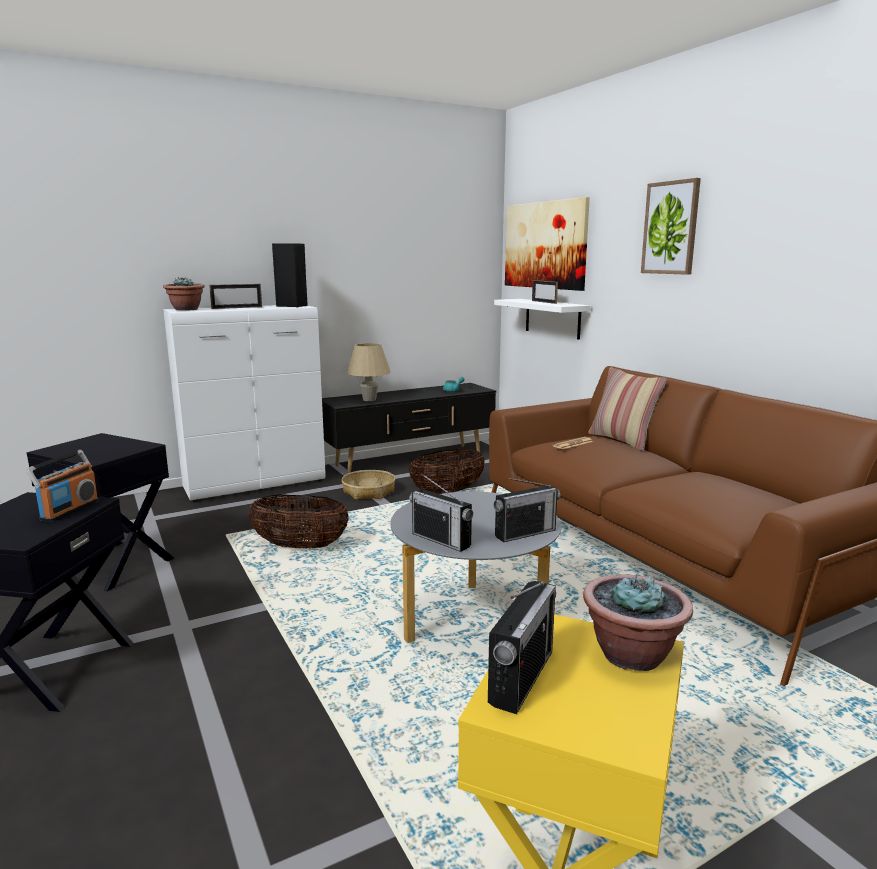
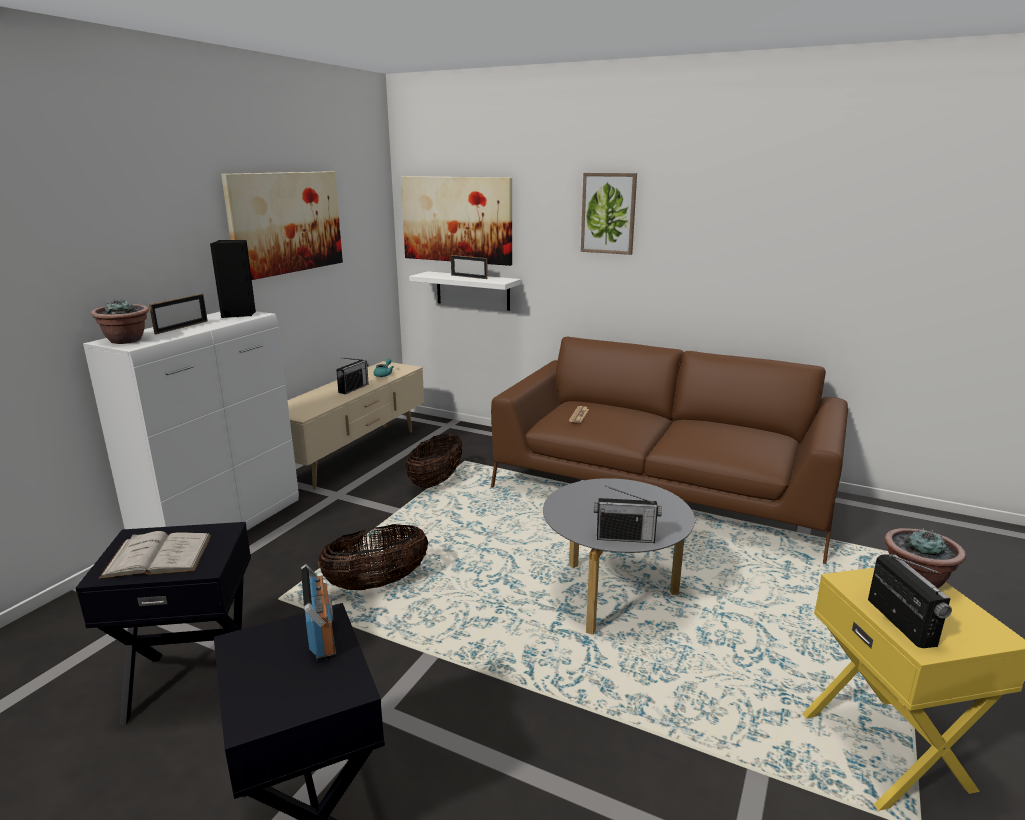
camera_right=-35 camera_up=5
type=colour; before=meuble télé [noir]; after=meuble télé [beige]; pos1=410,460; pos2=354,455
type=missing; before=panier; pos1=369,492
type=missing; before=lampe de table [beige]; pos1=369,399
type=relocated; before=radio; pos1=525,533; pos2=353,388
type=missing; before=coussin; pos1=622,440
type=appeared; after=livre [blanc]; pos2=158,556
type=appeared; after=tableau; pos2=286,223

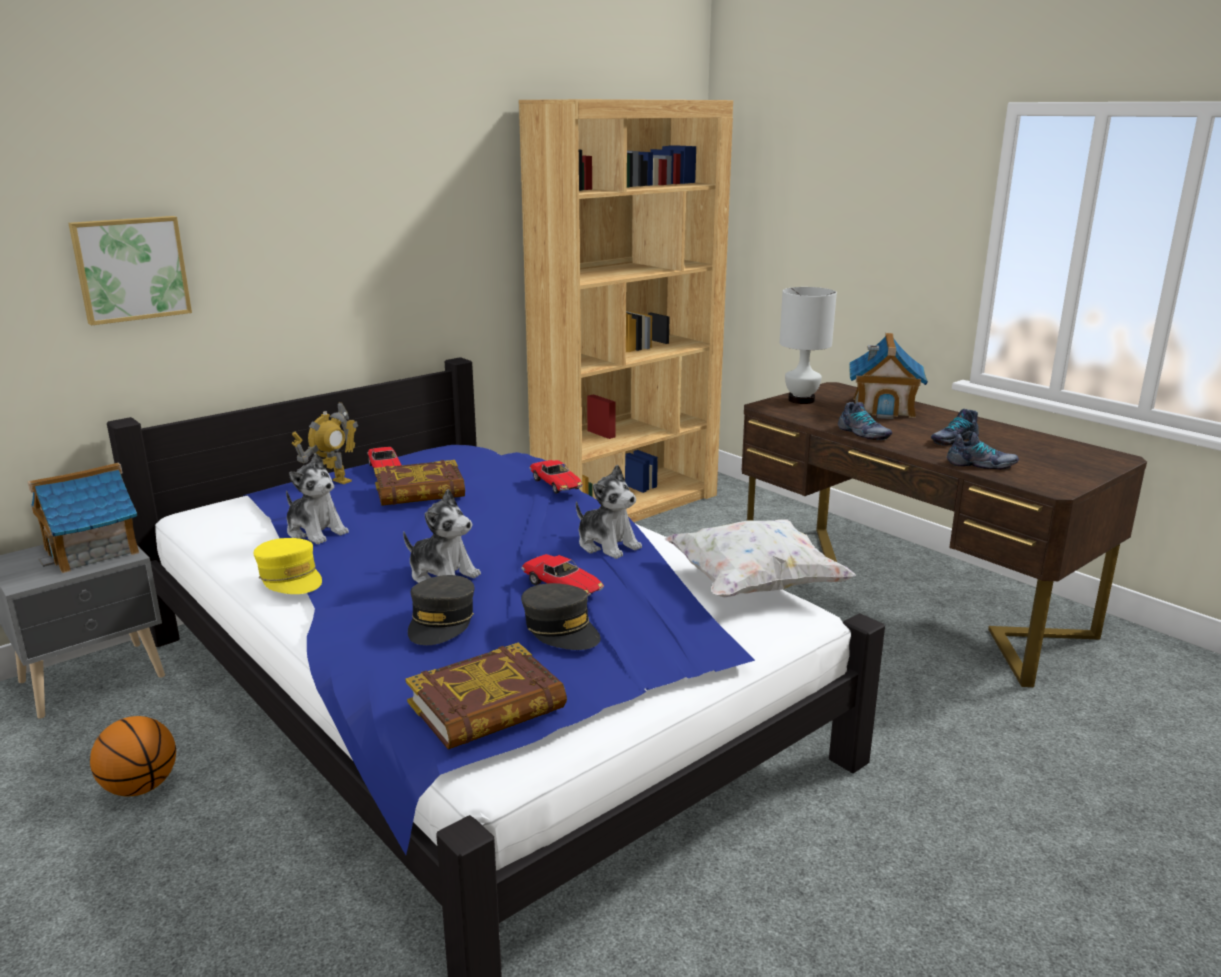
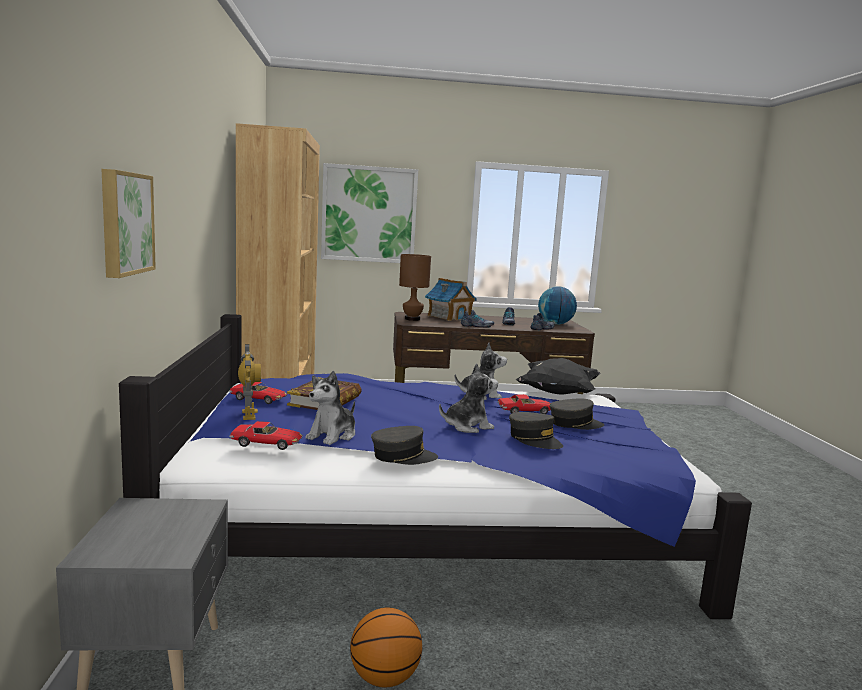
camera_right=-55 camera_up=-10
type=missing; before=maison miniature; pos1=92,551
type=colour; before=casquette [jaune]; after=casquette [gris]; pos1=290,578; pos2=403,456
type=spun; before=peluche; pos1=316,531; pos2=332,435; turn=135
type=missing; before=livre; pos1=487,706
type=relocated; before=petite voiture; pos1=556,484; pos2=267,444
type=colour; before=coussin [blanc]; after=coussin [noir]; pos1=753,586; pos2=557,394
type=colour; before=lampe de table [blanc]; after=lampe de table [marron]; pos1=801,400; pos2=412,319
type=appeared; after=tableau; pos2=369,214
type=appeared; after=globe; pos2=555,324

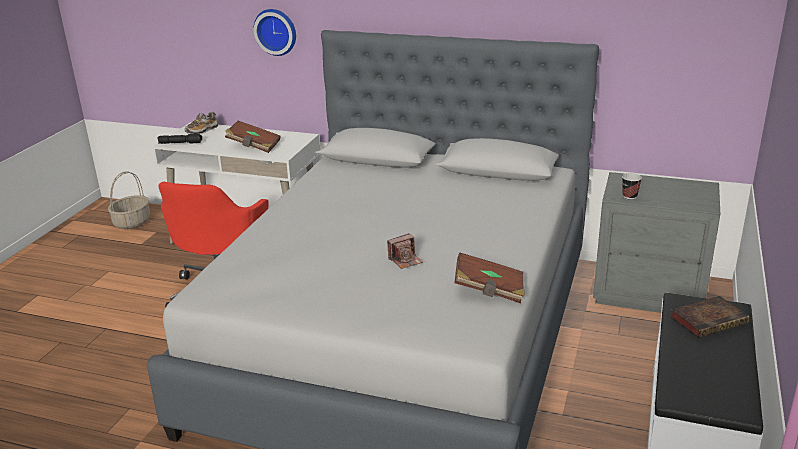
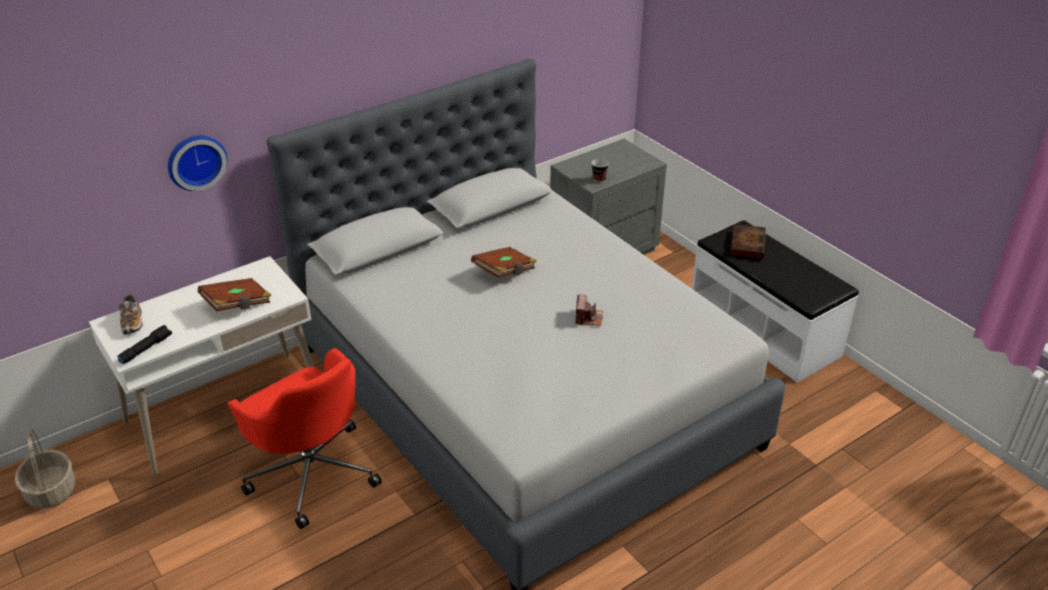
camera_right=-55 camera_up=10
type=relocated; before=livre [marron]; pos1=489,291; pos2=505,272

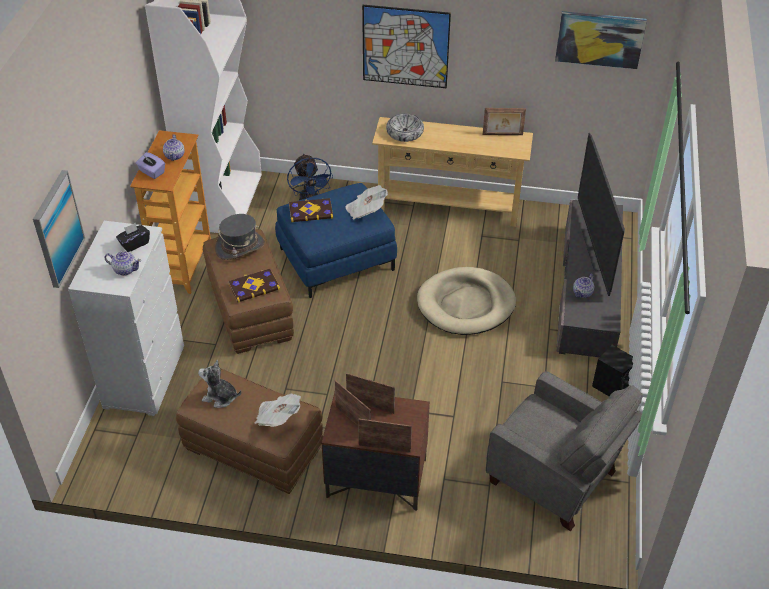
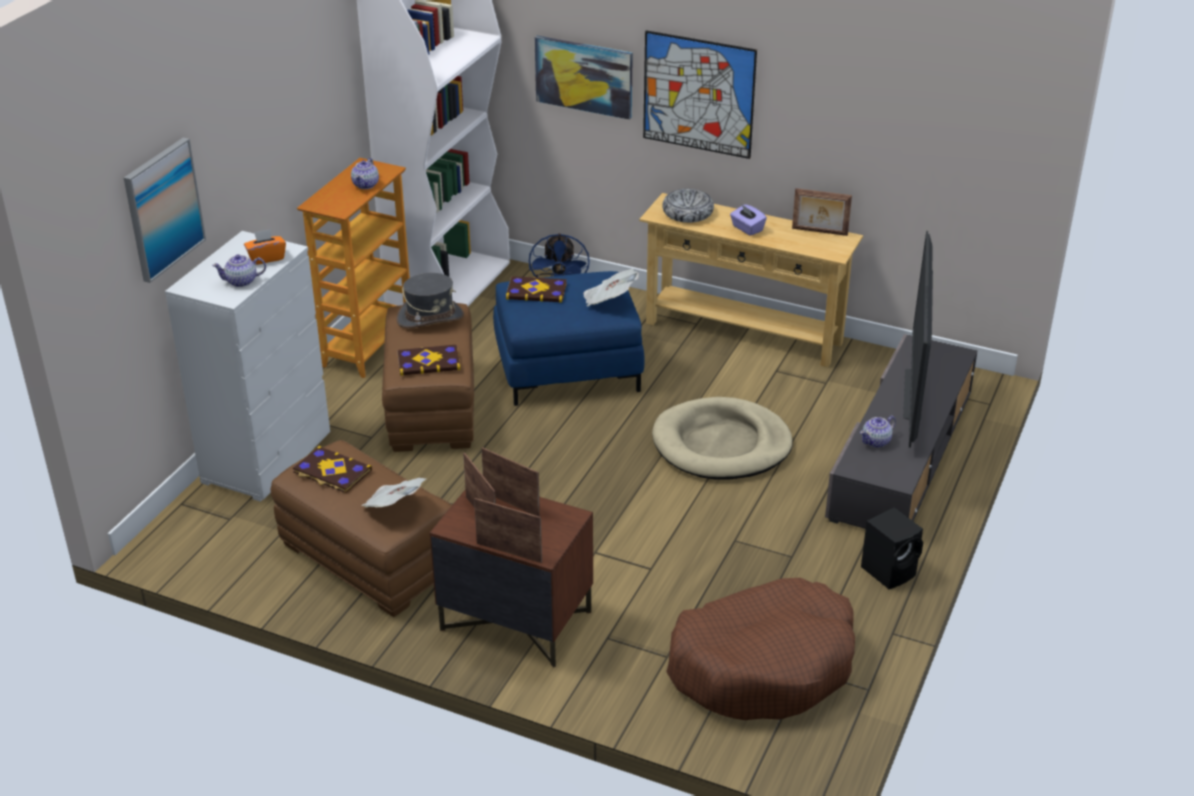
camera_right=15 camera_up=-10
type=spun; before=théière; pos1=125,269; pos2=242,281; turn=135
type=colour; before=boîte à mouchoirs [noir]; after=boîte à mouchoirs [orange]; pos1=134,244; pos2=266,258
type=relocated; before=boîte à mouchoirs [violet]; pos1=151,172; pos2=747,229
type=exchanged; before=peluche; after=livre; pos1=220,397; pos2=332,472
type=exchanged; before=fauteuil [gris]; after=panier pour chien [marron]; pos1=555,478; pos2=763,665
type=relocated; before=tableau; pos1=600,39; pos2=584,76

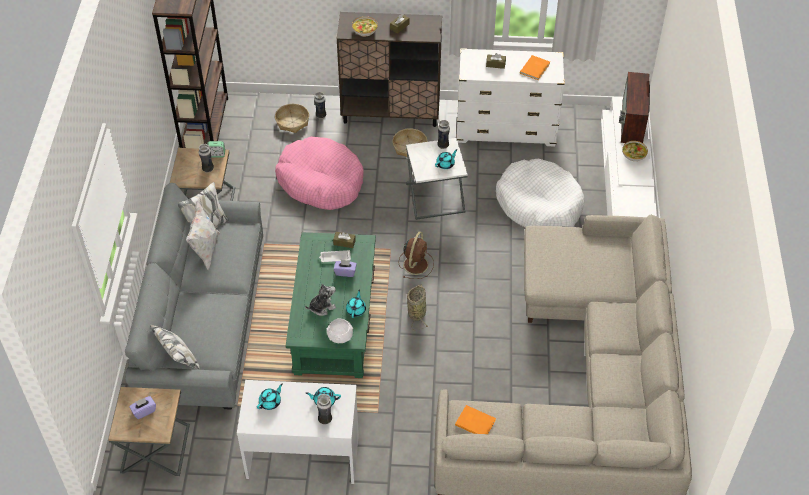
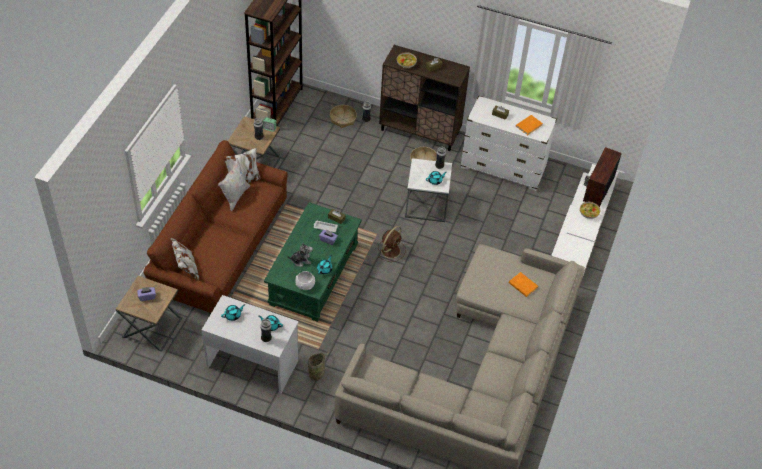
camera_right=15 camera_up=0
type=colour; before=canapé [gris]; after=canapé [marron]; pos1=203,318; pos2=221,246
type=missing; before=panier pour chien [rose]; pos1=321,181
type=relocated; before=panier; pos1=417,312; pos2=317,373
type=relocated; before=livre [orange]; pos1=475,421; pos2=523,284
type=missing; before=panier pour chien [blanc]; pos1=539,205

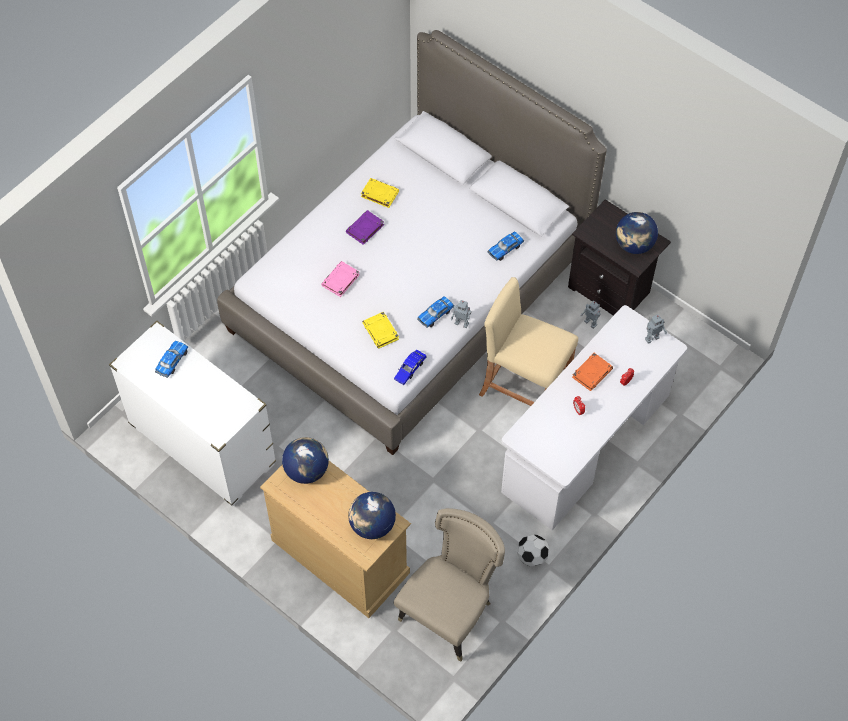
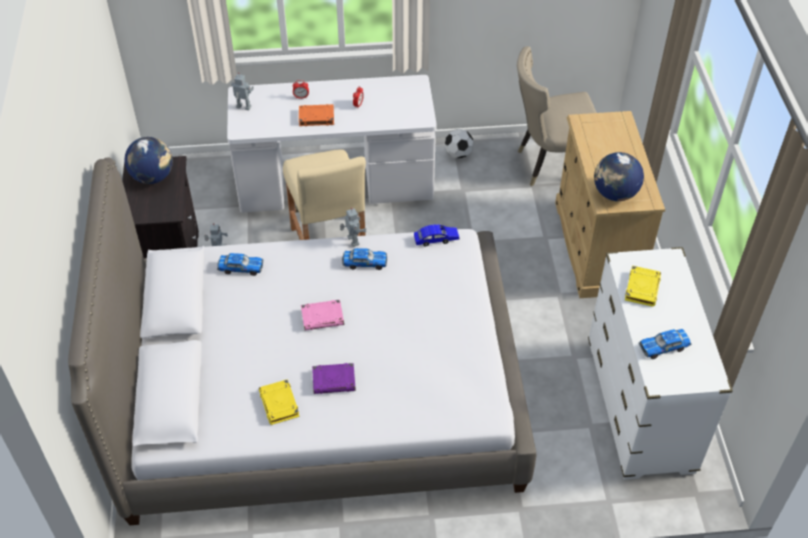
camera_right=-135 camera_up=-10
type=relocated; before=livre [rose]; pos1=340,281; pos2=323,317
type=missing; before=globe; pos1=372,525
type=relocated; before=livre [jaune]; pos1=381,332; pos2=642,288

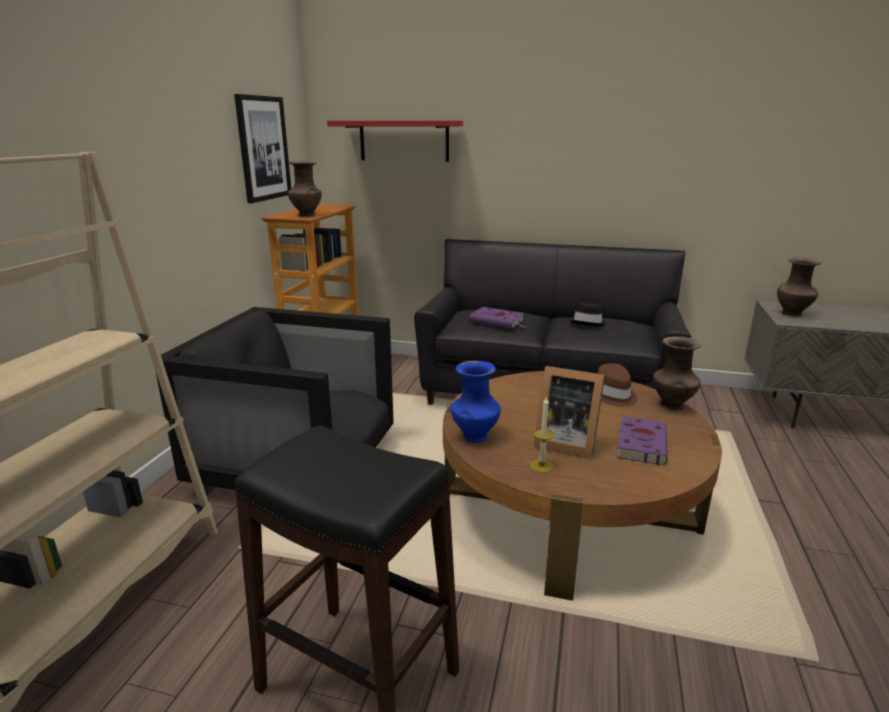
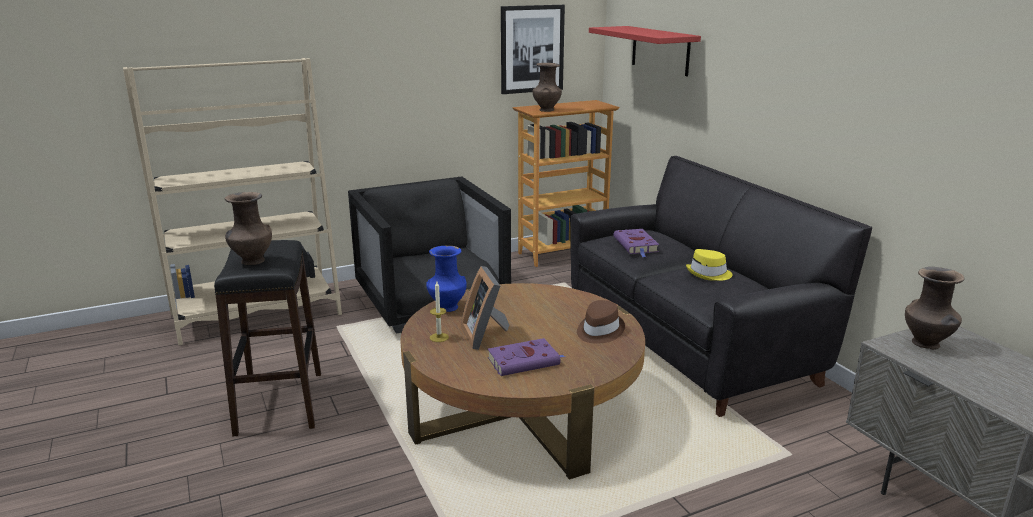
camera_right=50 camera_up=0
type=colour; before=chapeau [noir]; after=chapeau [jaune]; pos1=588,323; pos2=709,274
type=relocated; before=vase [marron]; pos1=672,406; pos2=251,261

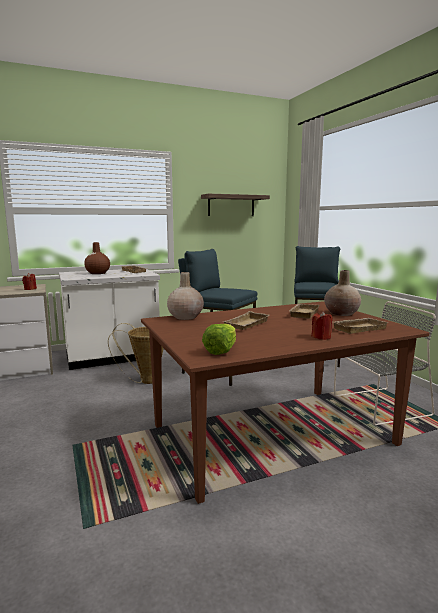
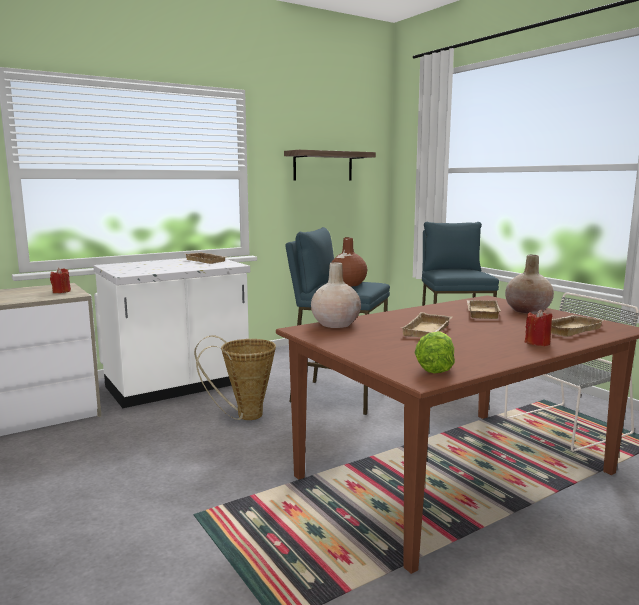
camera_right=-10 camera_up=0
type=relocated; before=vase [marron]; pos1=97,273; pos2=347,284

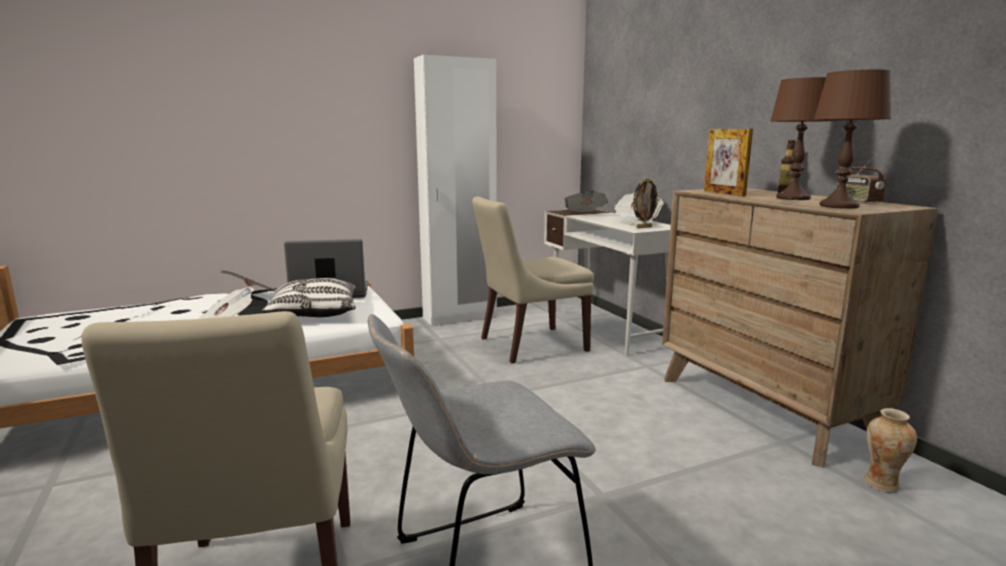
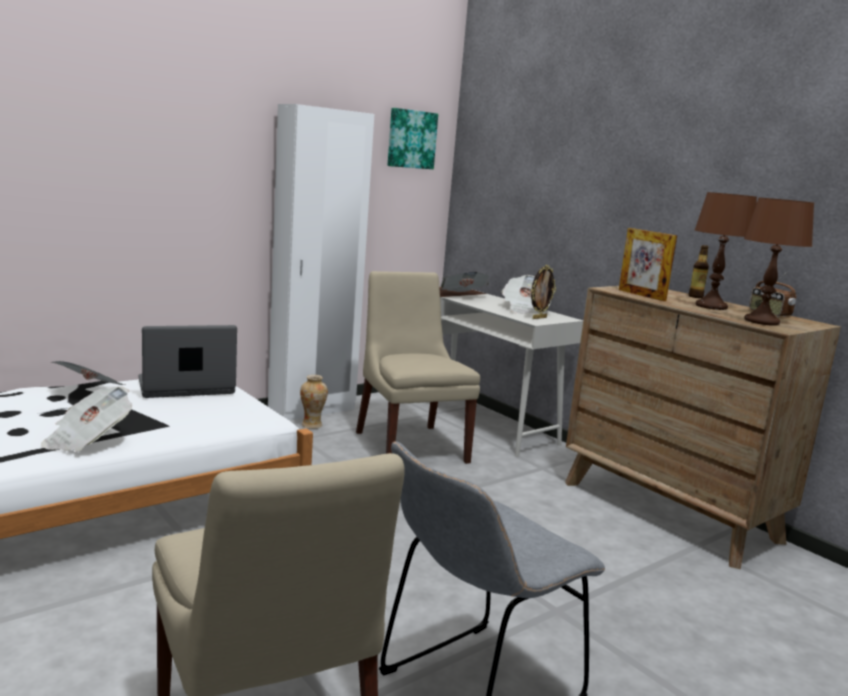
camera_right=-15 camera_up=0
type=missing; before=coussin; pos1=313,314
type=spun; before=chaise [beige]; pos1=530,345; pos2=409,445; turn=105
type=relocated; before=vase; pos1=882,484; pos2=312,425
type=appeared; after=tableau; pos2=411,139

